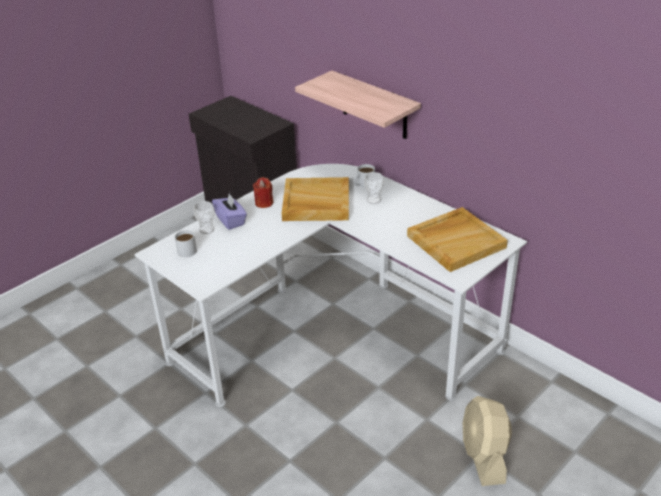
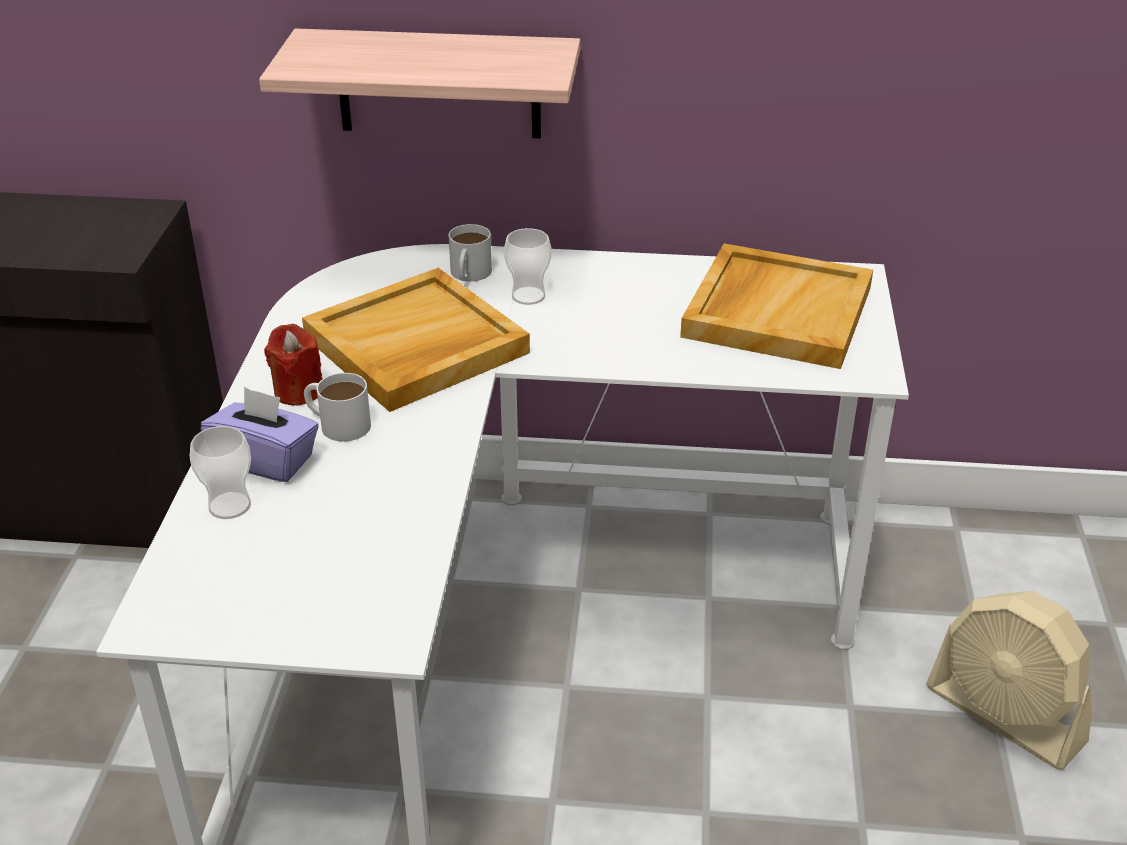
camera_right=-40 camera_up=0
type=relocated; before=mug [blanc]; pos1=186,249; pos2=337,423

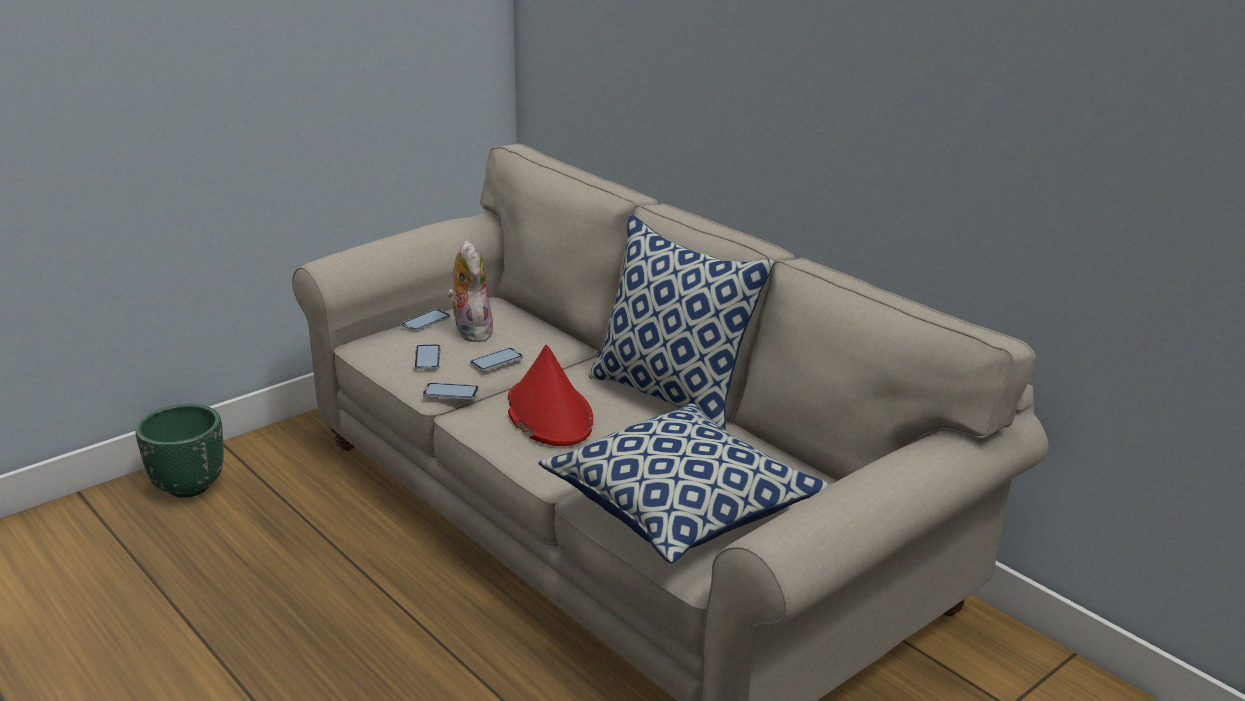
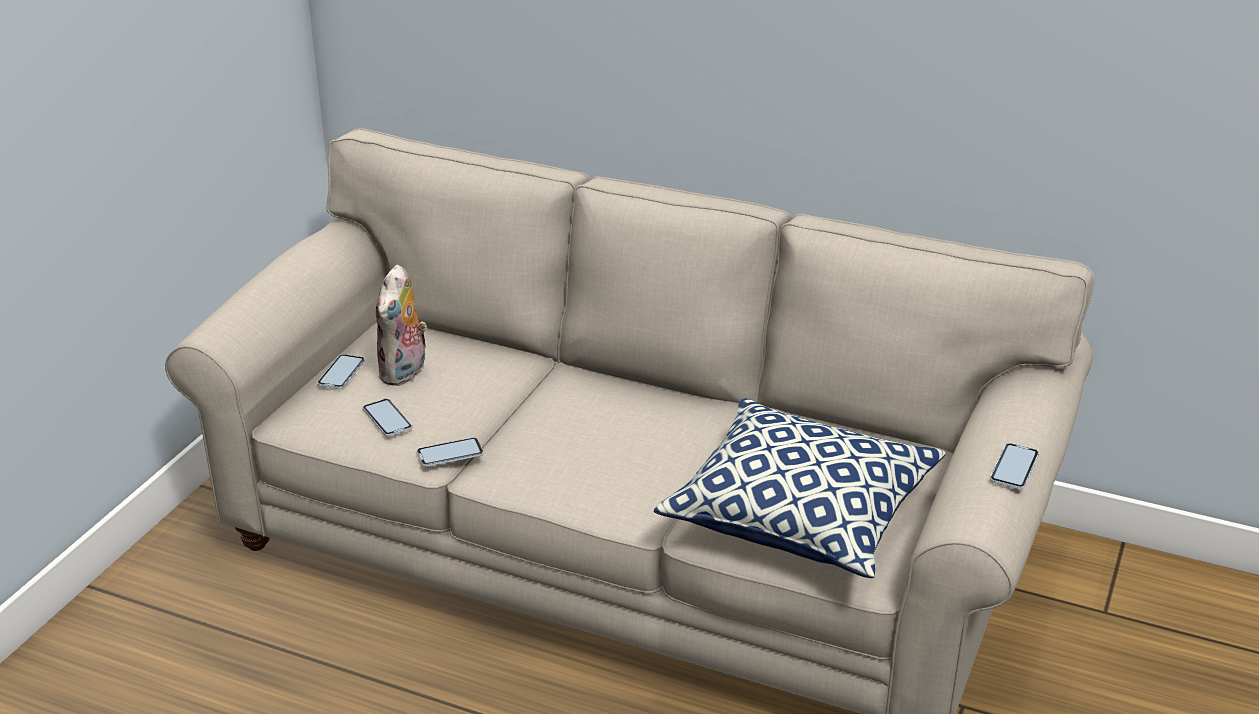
camera_right=-25 camera_up=5
type=missing; before=cache-pot [vert]; pos1=189,486
type=spun; before=peluche; pos1=470,332; pos2=405,373; turn=-120
type=relocated; before=téléphone; pos1=496,361; pos2=1014,468
type=missing; before=chapeau [rouge]; pos1=548,414
type=missing; before=coussin; pos1=672,396

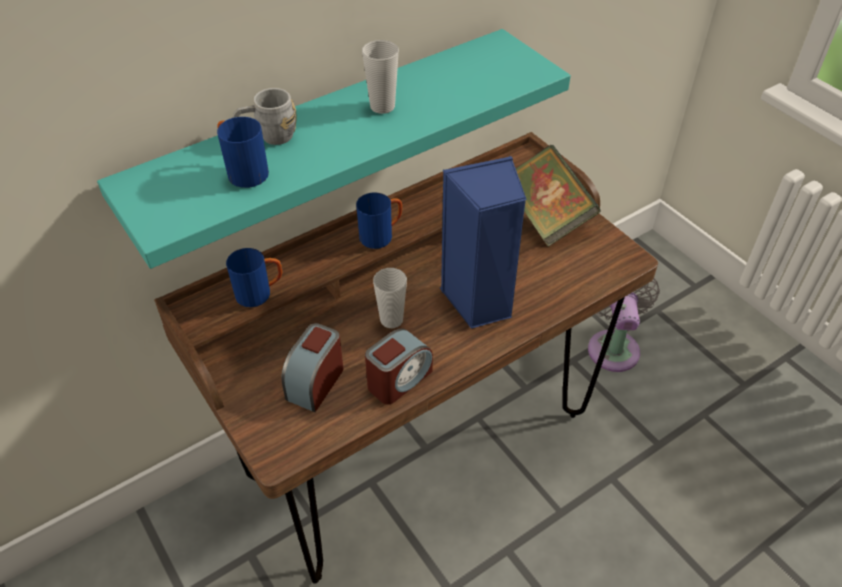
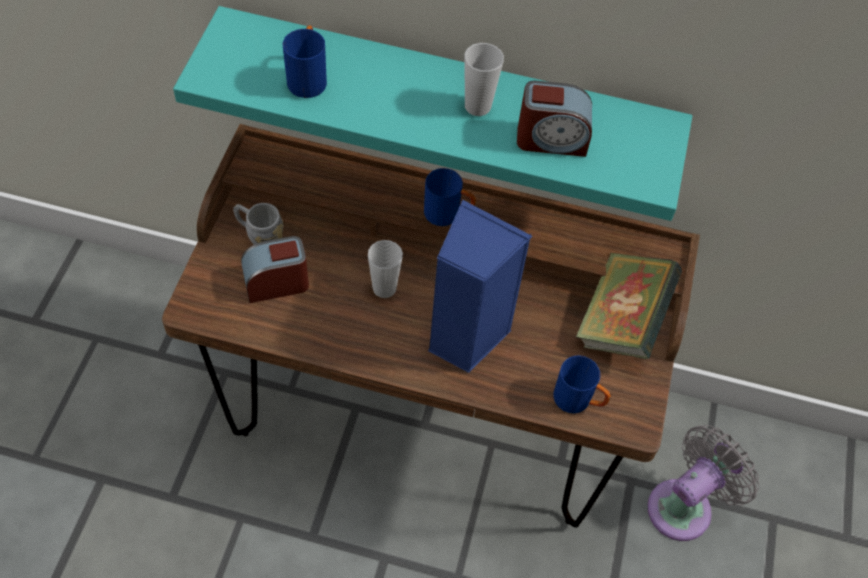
camera_right=45 camera_up=10
type=relocated; before=mug [bleu]; pos1=260,293; pos2=578,401
type=relocated; before=mug [gris]; pos1=268,137; pos2=259,235
type=relocated; before=réveil; pos1=399,379; pos2=551,139

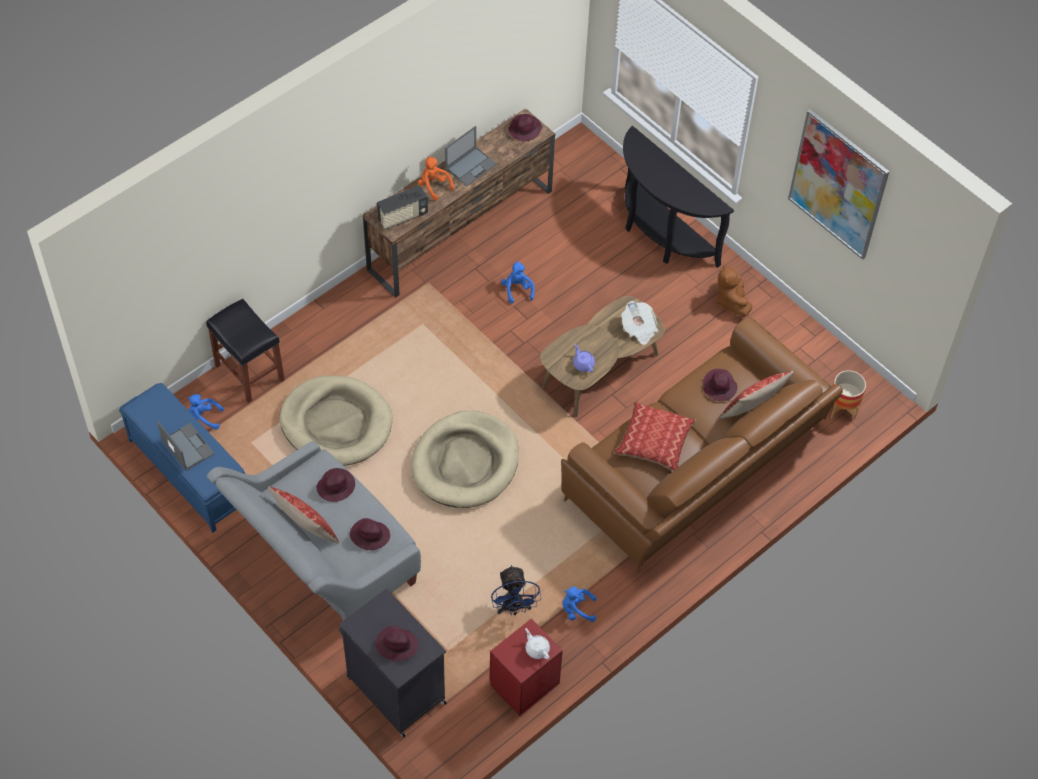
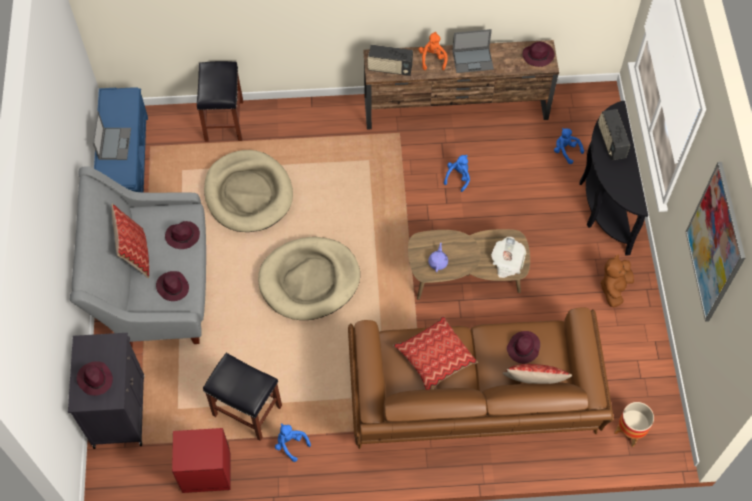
camera_right=40 camera_up=5
type=relocated; before=peluche [bleu]; pos1=204,418; pos2=565,151
type=exchanged; before=ventilateur [bleu]; after=tabouret [noir]; pos1=513,608; pos2=248,410
type=missing; before=théière [blanc]; pos1=537,649
type=appeared; after=radio; pos2=611,142

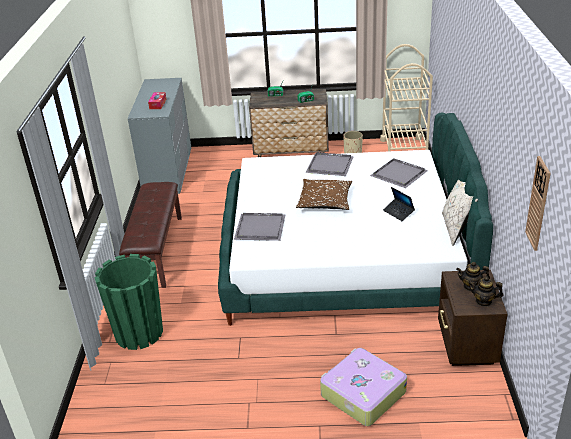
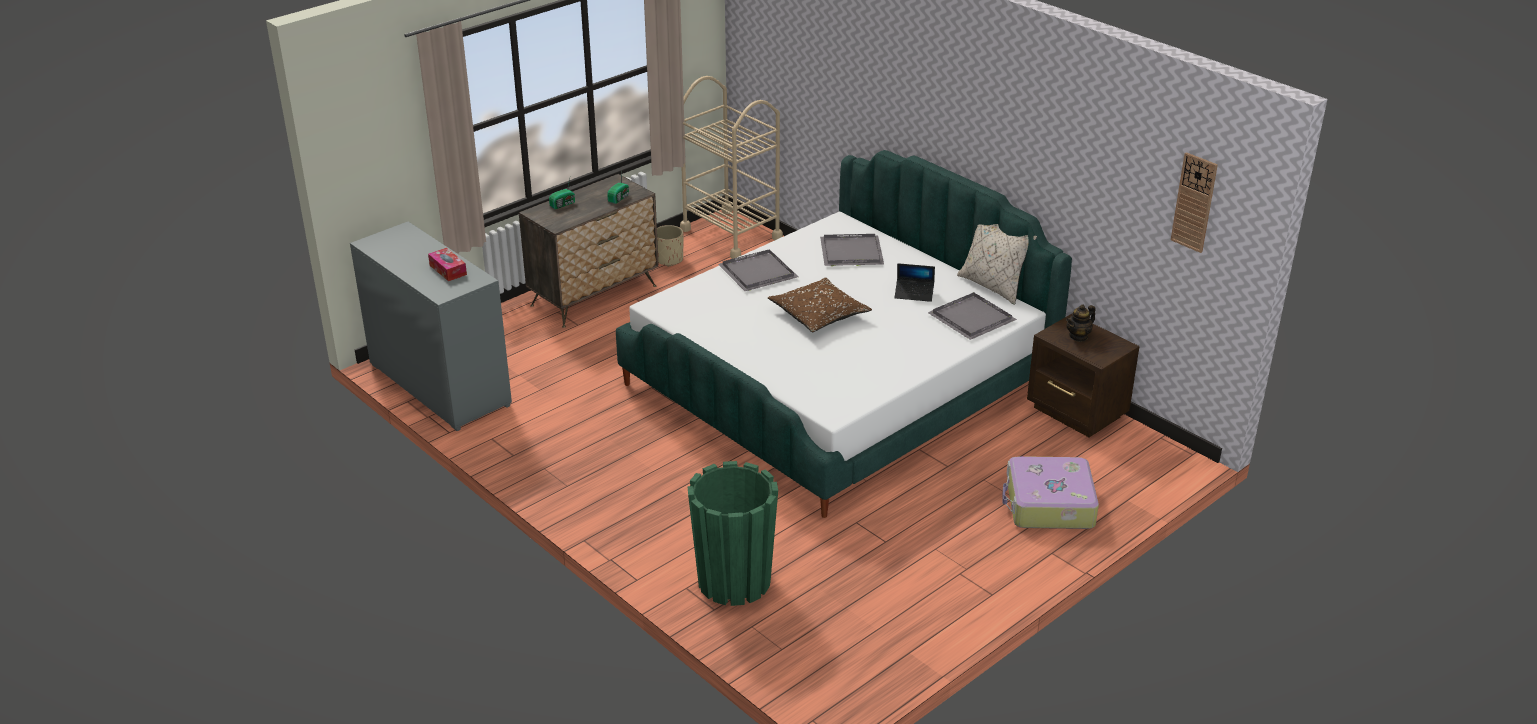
camera_right=-45 camera_up=0
type=missing; before=banc [marron]; pos1=156,251
type=relocated; before=plateau [gris]; pos1=261,228; pos2=971,317
type=missing; before=théière; pos1=483,301

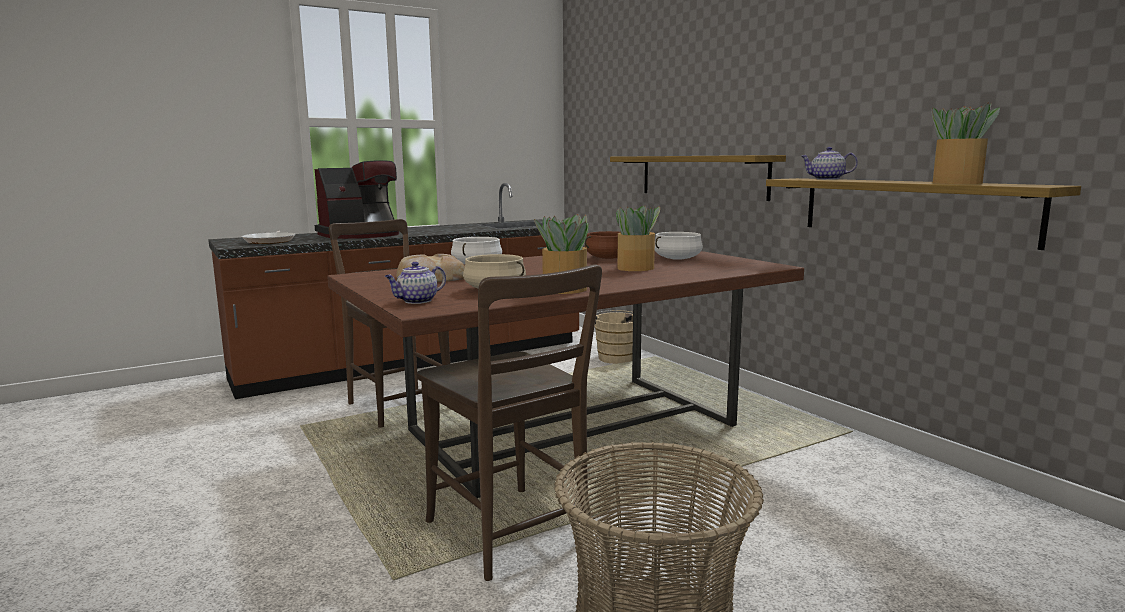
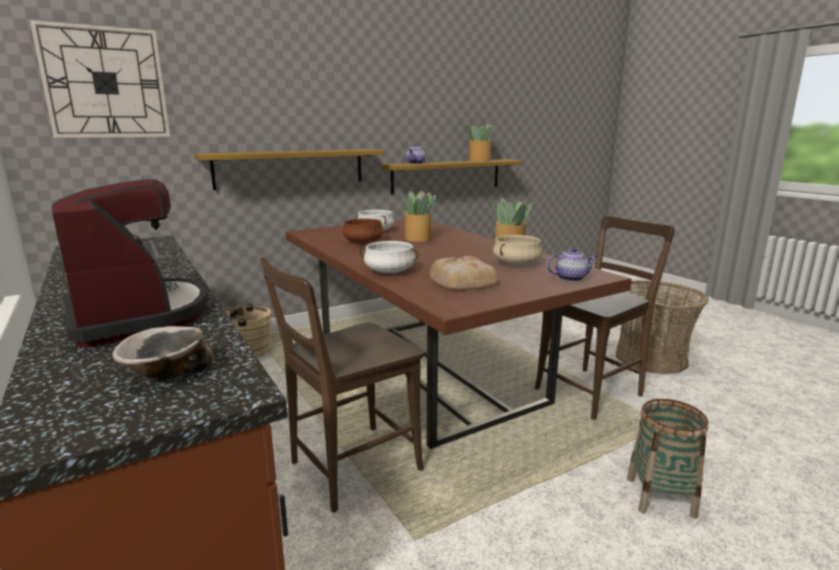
camera_right=-90 camera_up=5
type=exchanged; before=poêle; after=bol; pos1=270,241; pos2=164,374
type=spun; before=théière; pos1=417,301; pos2=571,278; turn=-60
type=appeared; after=horloge murale; pos2=105,83
type=appeared; after=panier; pos2=660,497

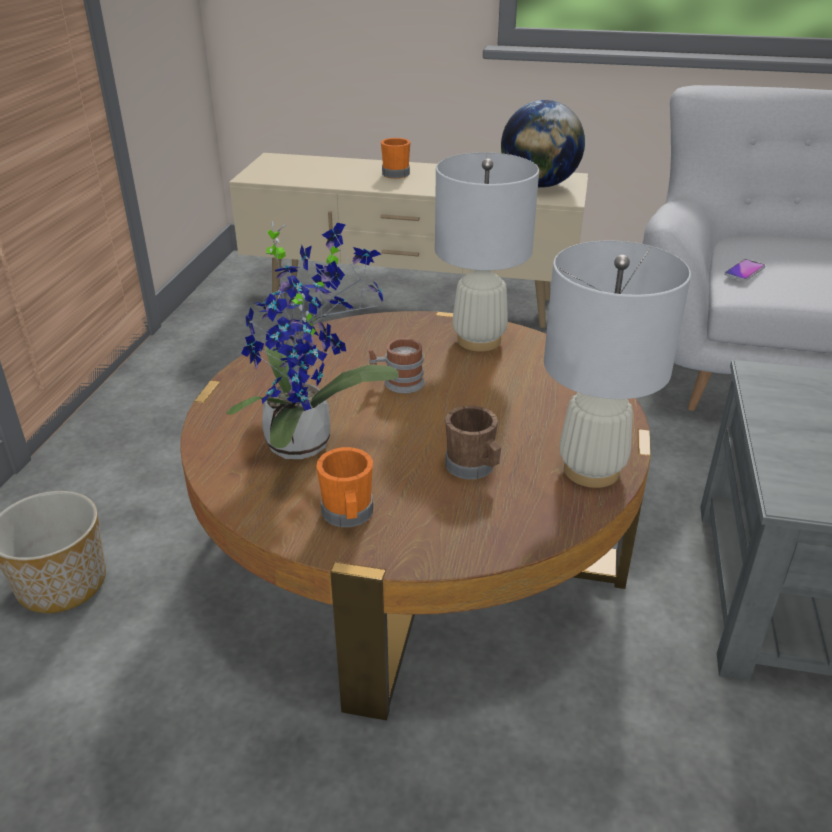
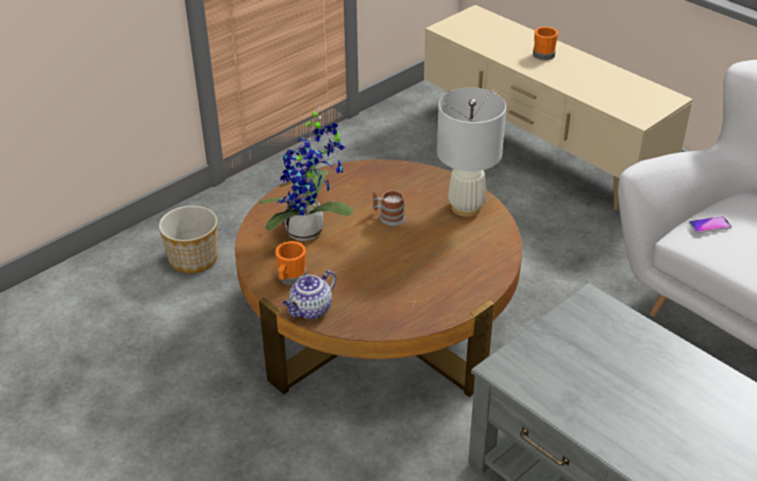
camera_right=35 camera_up=5
type=missing; before=mug [marron]; pos1=473,468
type=missing; before=globe; pos1=539,185
type=missing; before=lampe de table [blanc]; pos1=592,470
type=appeared; after=théière; pos2=310,310

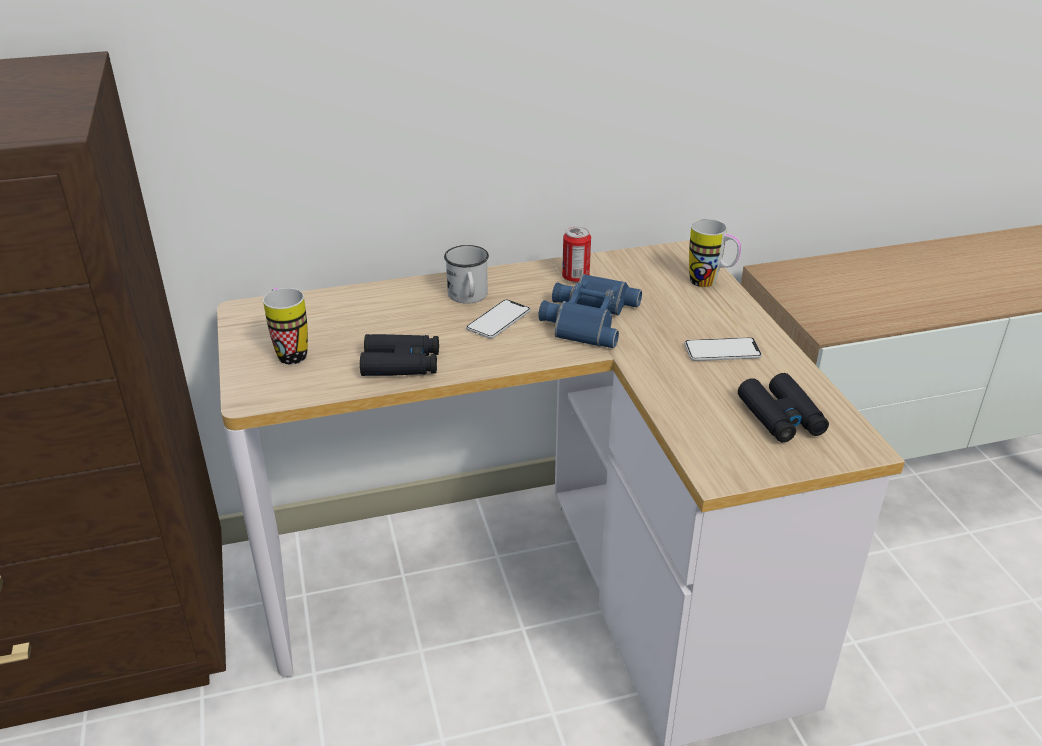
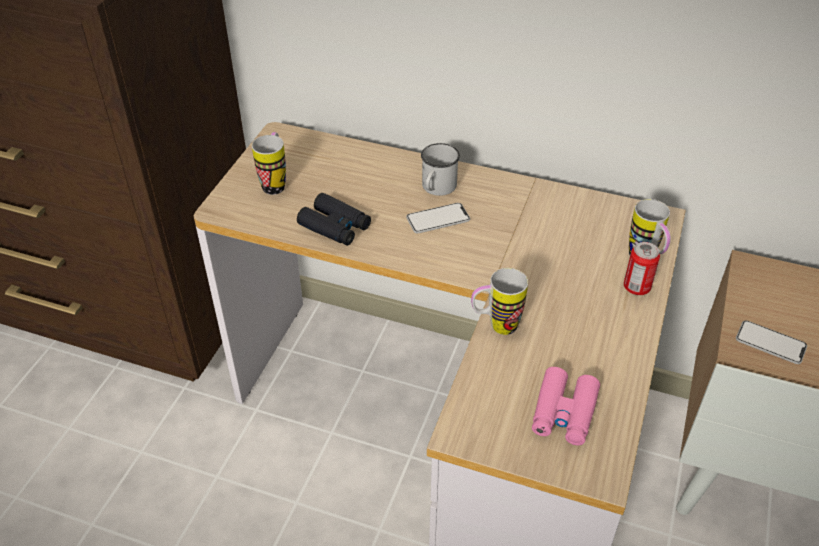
camera_right=35 camera_up=10
type=missing; before=jumelles [bleu]; pos1=587,318
type=relocated; before=boîte métallique; pos1=575,278; pos2=636,287
type=relocated; before=téléphone; pos1=722,351; pos2=770,343
type=colour; before=jumelles [noir]; after=jumelles [rose]; pos1=781,417; pos2=564,413
type=appeared; after=mug; pos2=495,326

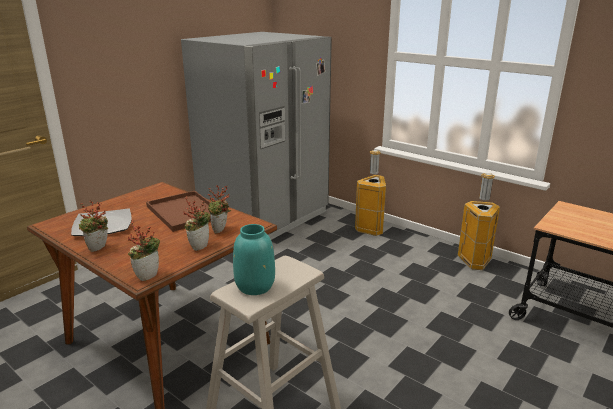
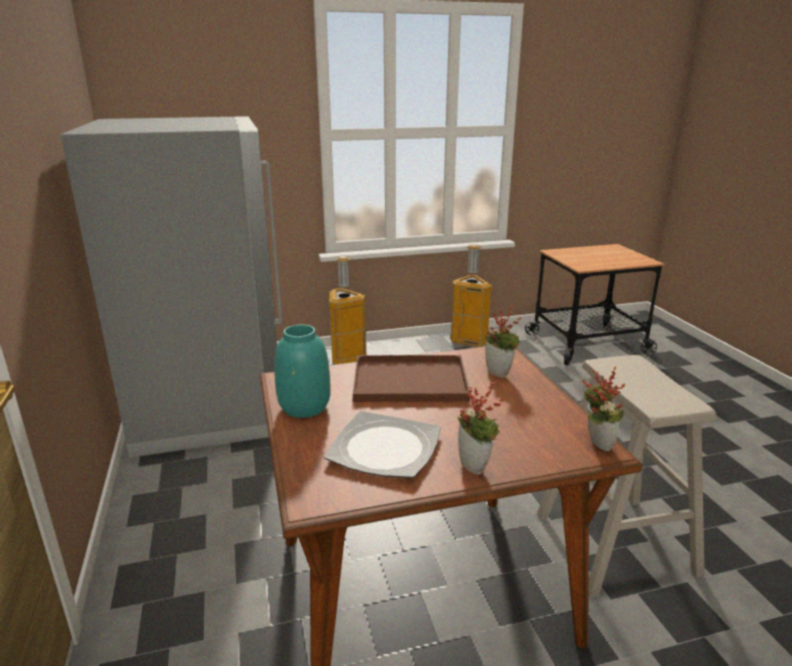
camera_right=-55 camera_up=0
type=missing; before=plante en pot; pos1=199,246
type=relocated; before=vase [turquoise]; pos1=255,287; pos2=305,407

